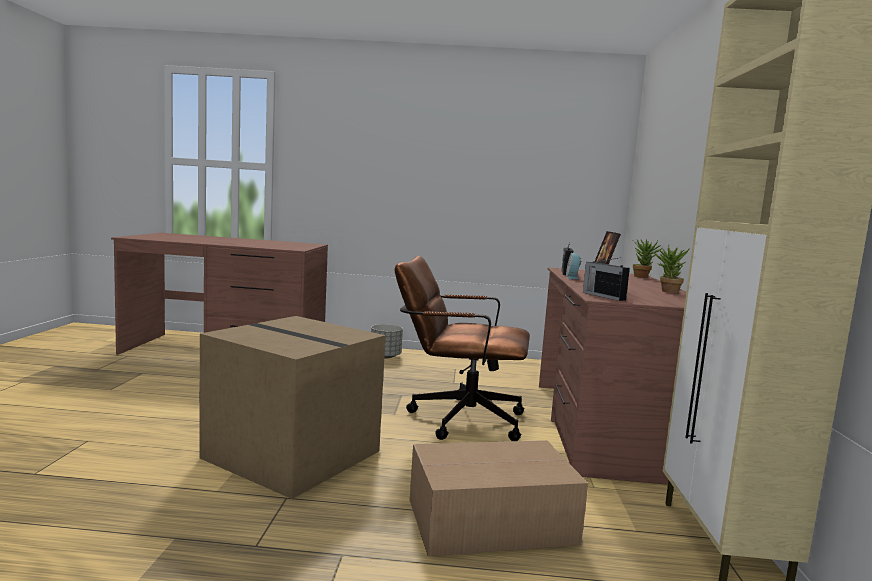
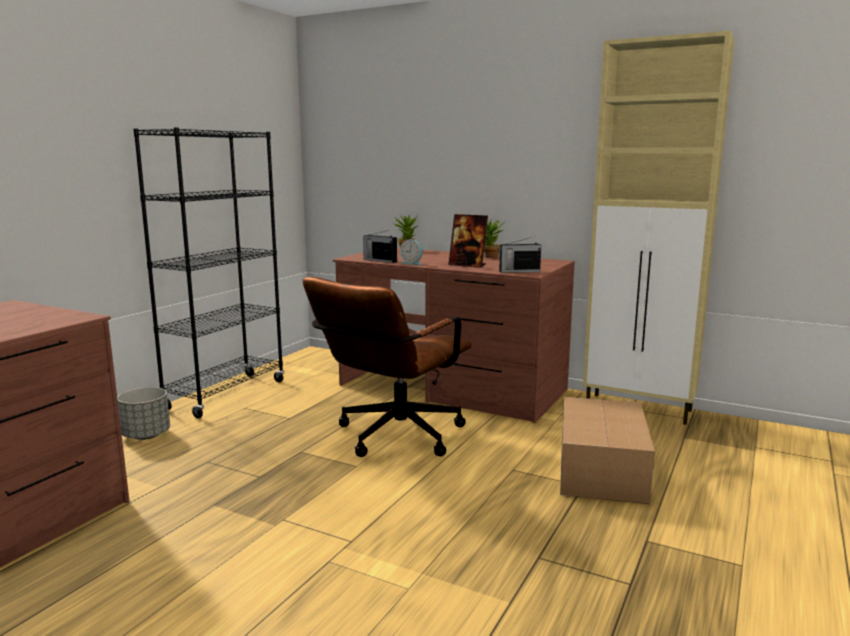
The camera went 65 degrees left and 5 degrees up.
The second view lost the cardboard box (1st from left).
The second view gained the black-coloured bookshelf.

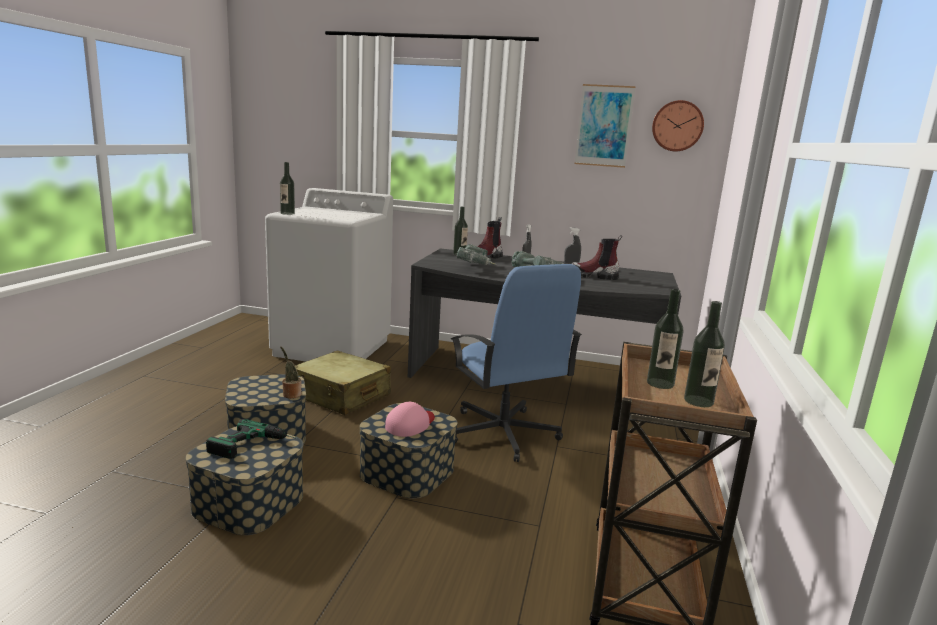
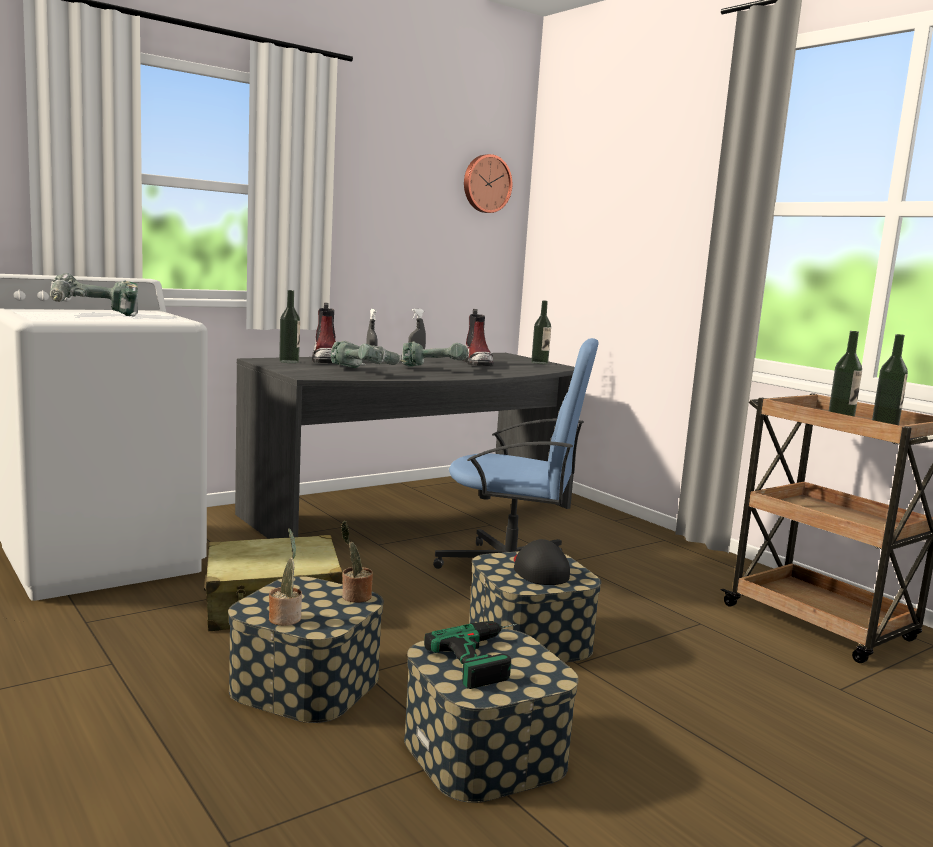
The camera went 50 degrees left and 5 degrees down.
The second view lost the wall picture.
The drink bottle (1st from left in the first image) ended up elsewhere.
The boot (2nd from left) ended up facing another way, 60 degrees counterclockwise from before.
What was the pink baseball cap turned into the black-coloured baseball cap.
The second view gained the drill (1st from left).
The second view gained the potted plant (1st from left).

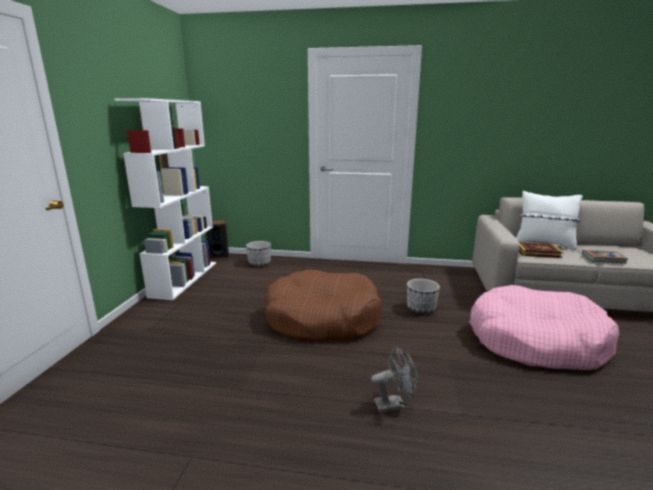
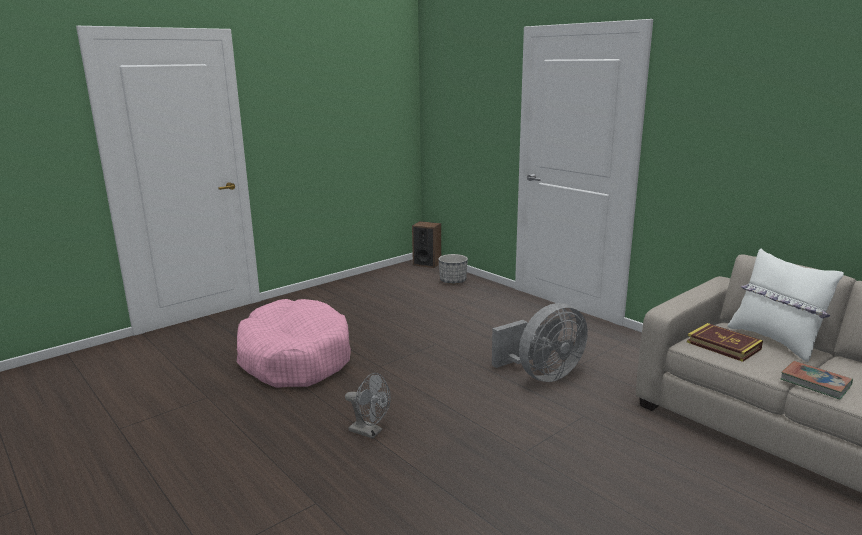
The camera went 40 degrees right and 0 degrees up.
The second view lost the whitish bookshelf.
The second view lost the brownish dog bed.
Where the flower pot (2nd from left) stood, the gray fan (2nd from left) came to stand.
The pink dog bed ended up elsewhere.

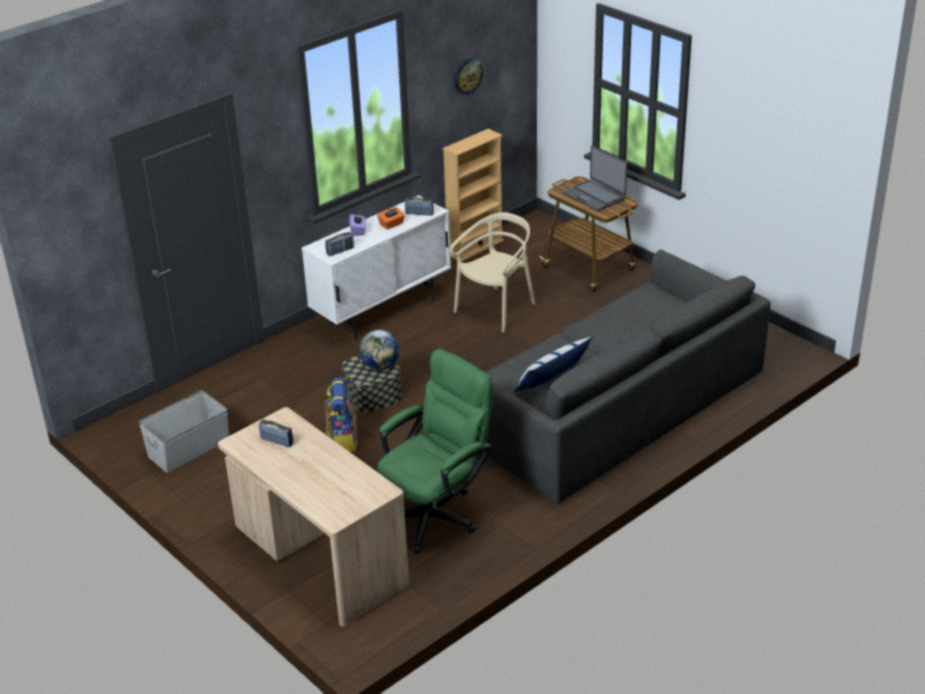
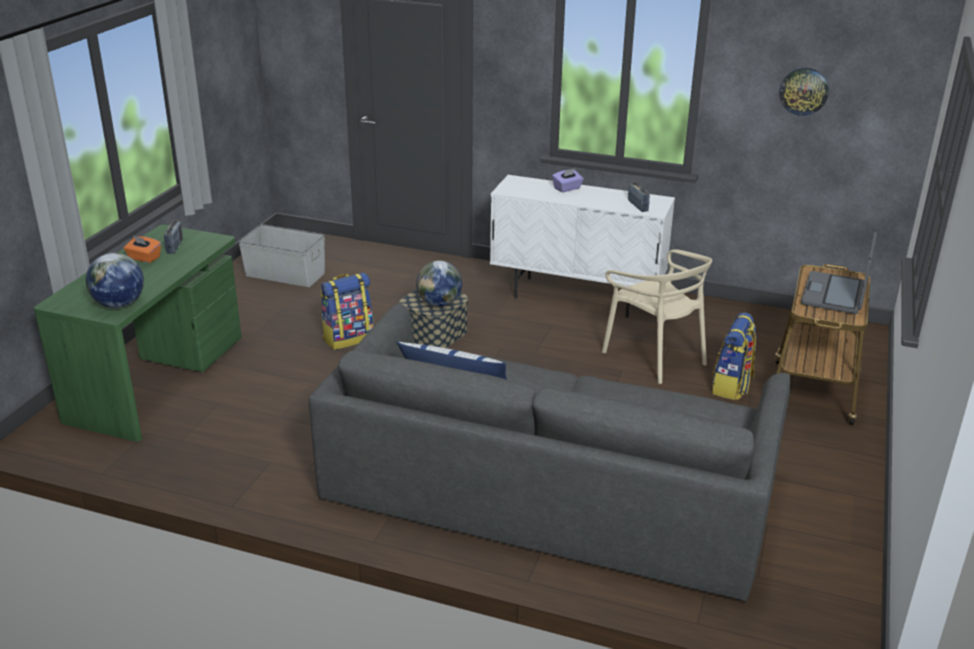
The camera went 60 degrees right and 5 degrees down.
The second view lost the beige-coloured bookshelf.
The orangey tissue box ended up elsewhere.
The beige-coloured chair ended up facing another way, 45 degrees clockwise from before.
The second view lost the radio (2nd from left).
The second view lost the green computer chair.
What was the beige-coloured desk turned into the green desk.
The second view gained the desk globe (1st from left).
The second view gained the backpack (2nd from left).

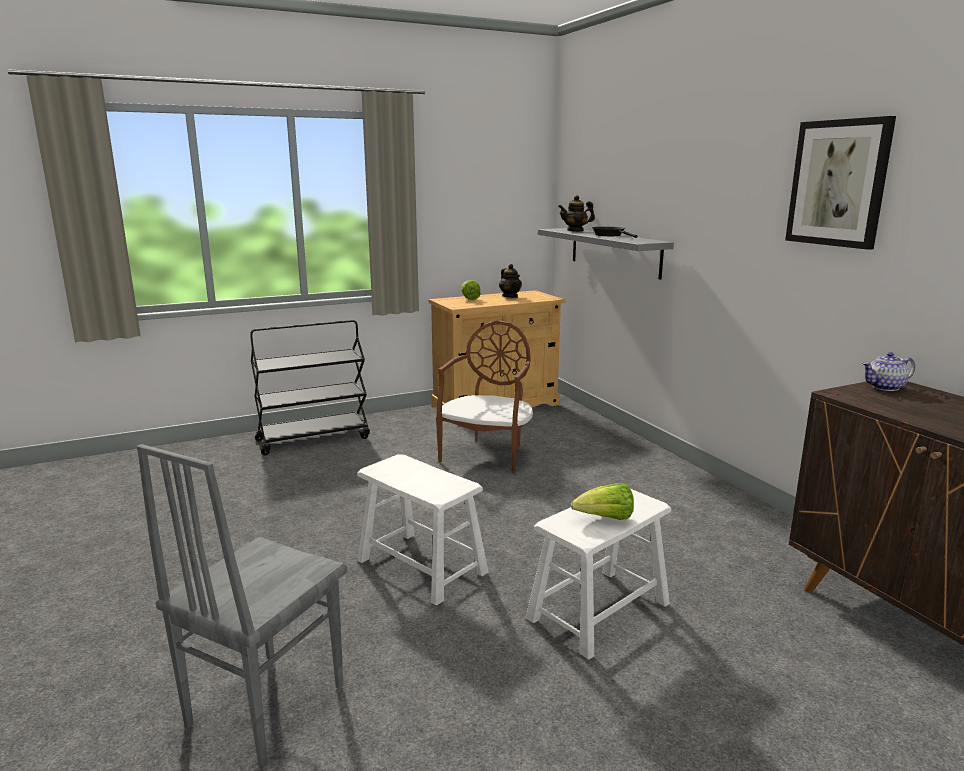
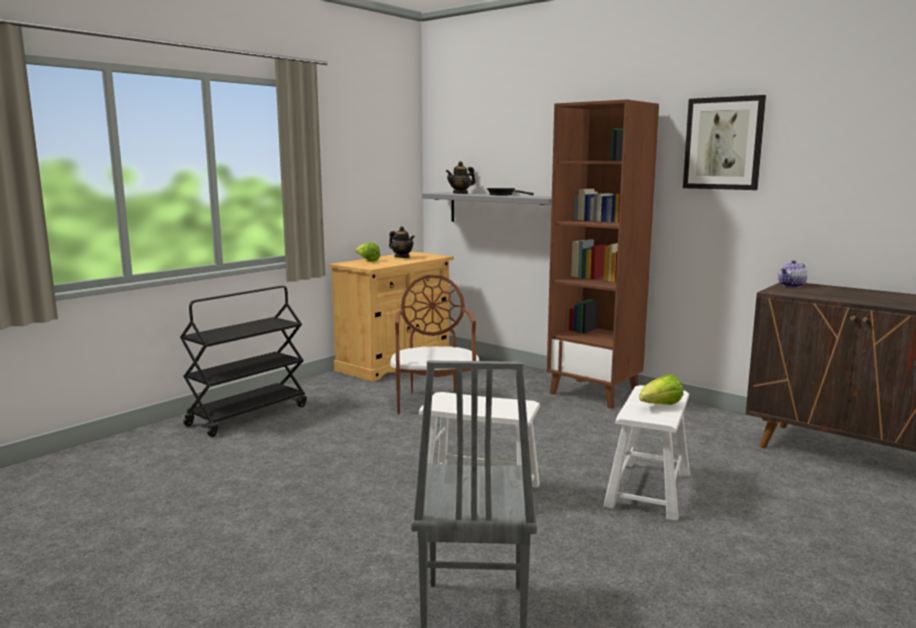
The camera went 25 degrees left and 5 degrees down.
The second view gained the brownish bookshelf.

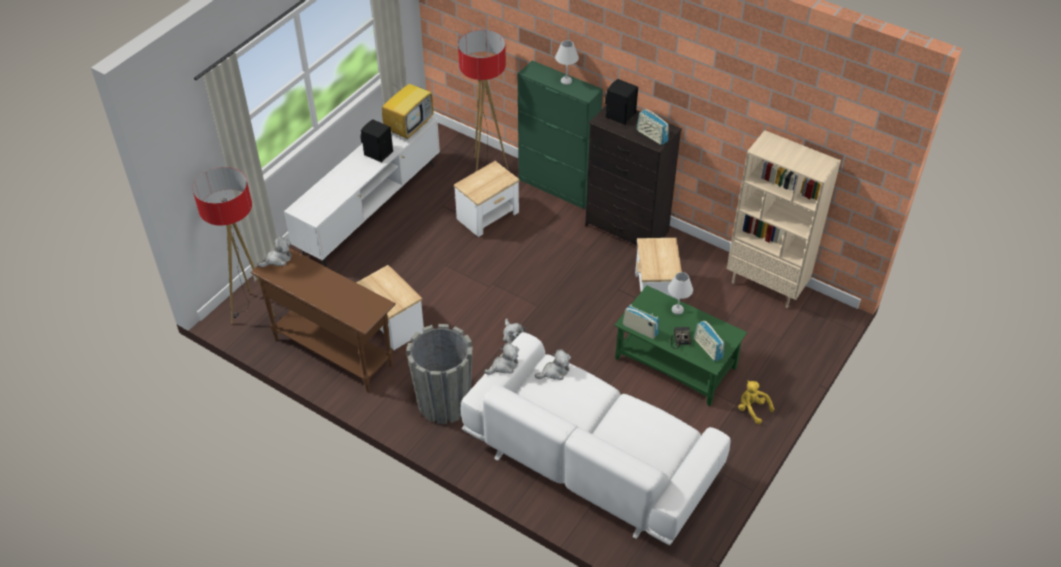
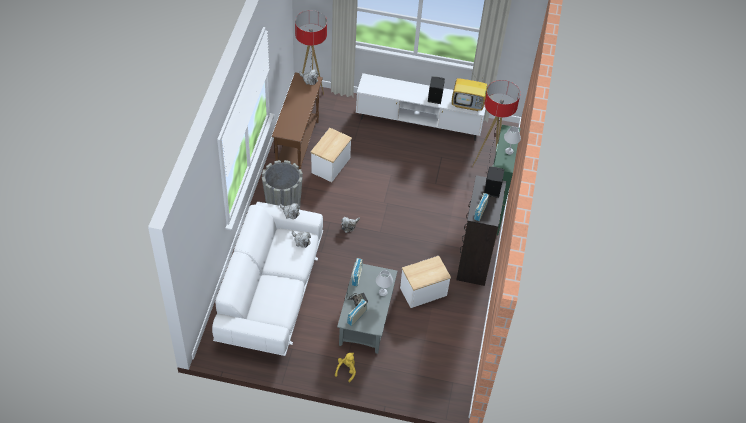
The camera went 65 degrees right and 5 degrees up.
The second view lost the beige-coloured bookshelf.
The second view lost the side table (2nd from left).
What was the green low table turned into the gray low table.

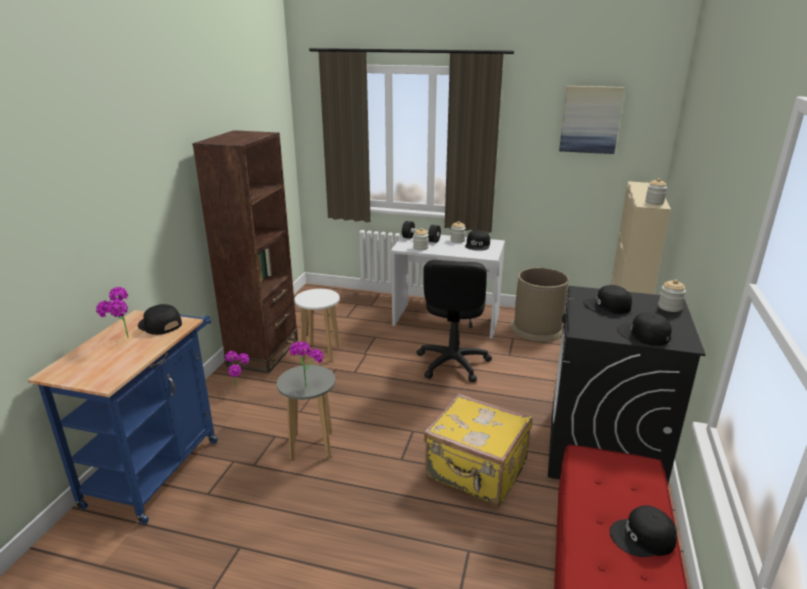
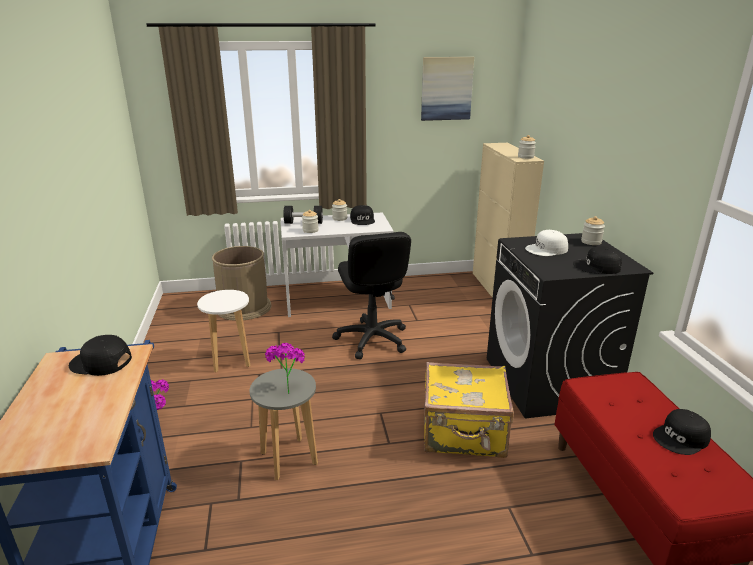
The camera went 25 degrees left and 0 degrees up.
The second view lost the brownish bookshelf.
The brownish waste bin ended up elsewhere.
What was the black-coloured baseball cap (3rd from left) turned into the whitish baseball cap.
The second view lost the potted plant (1st from left).

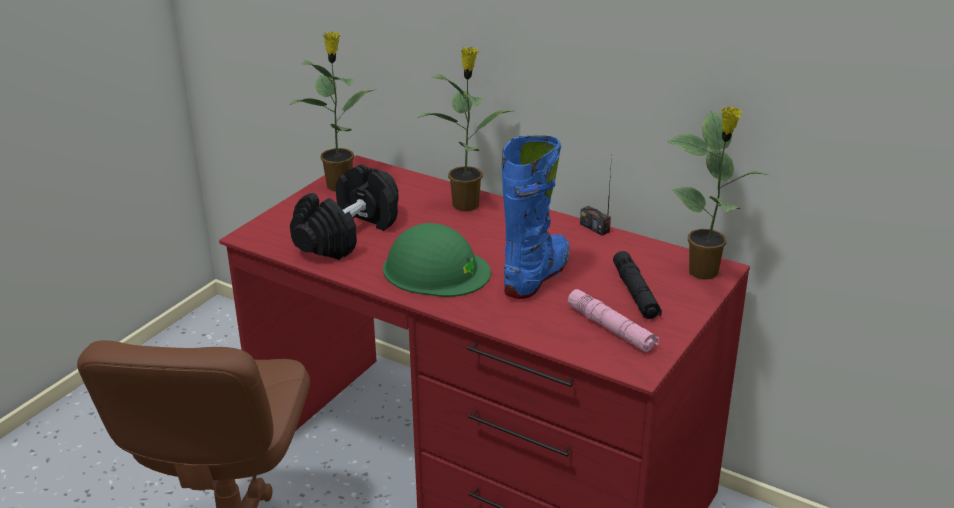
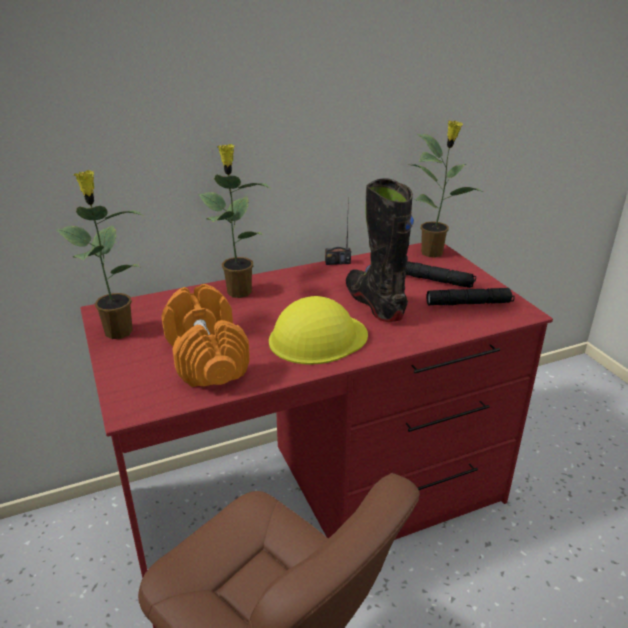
The camera went 55 degrees left and 0 degrees up.
What was the blue-coloured boot turned into the black-coloured boot.
What was the black-coloured dumbbell turned into the orangey dumbbell.
What was the green work helmet turned into the yellow-coloured work helmet.
What was the pink hand torch turned into the black-coloured hand torch (2nd from left).

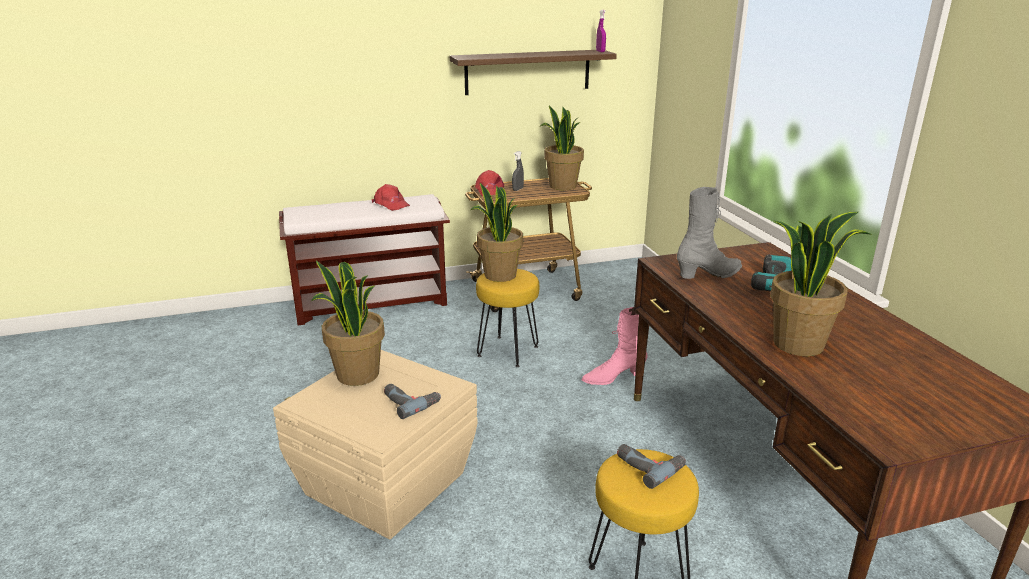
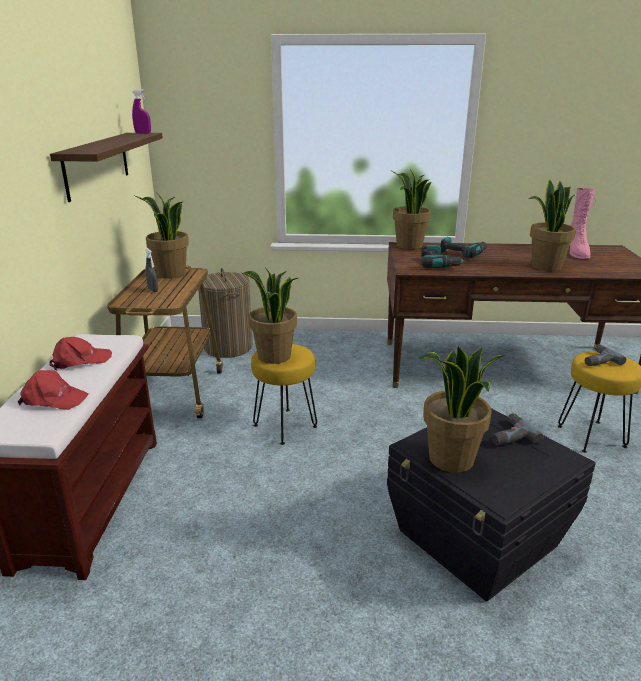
The camera went 70 degrees left and 0 degrees up.
The red baseball cap (2nd from left in the first image) ended up elsewhere.
Where the gray boot stood, the drill (1st from left) came to stand.
The pink boot ended up elsewhere.
What was the beige-coloured storage container turned into the black-coloured storage container.
The second view gained the potted plant (3rd from left).
The second view gained the hamper.

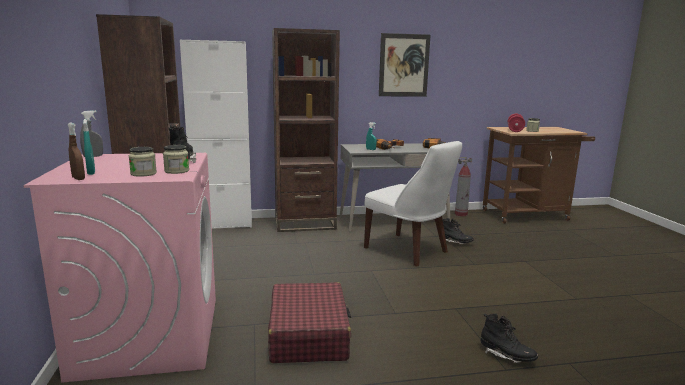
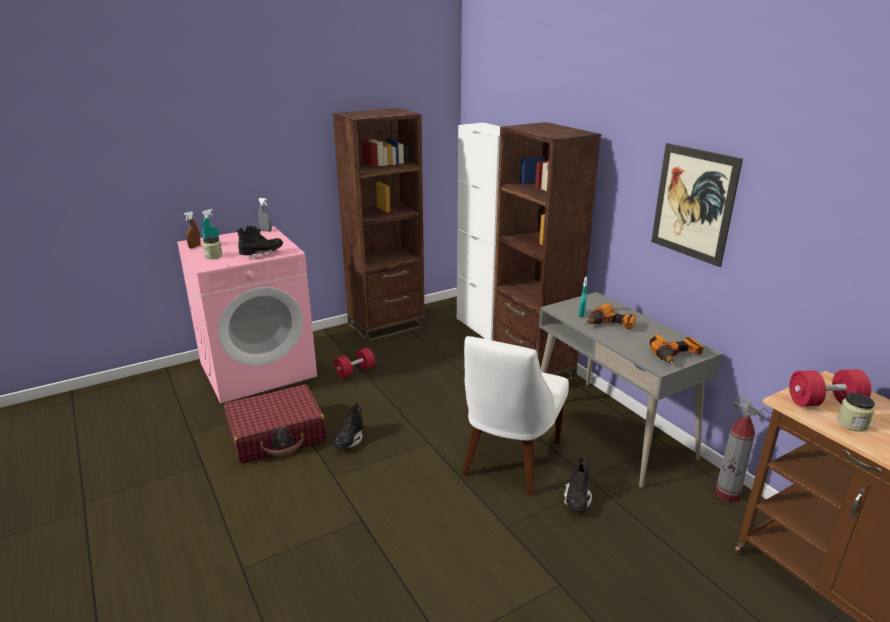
The camera went 70 degrees right and 10 degrees up.
The second view lost the storage jar (2nd from left).
The black-coloured boot (3rd from left in the first image) ended up elsewhere.
The second view gained the red dumbbell (1st from left).

